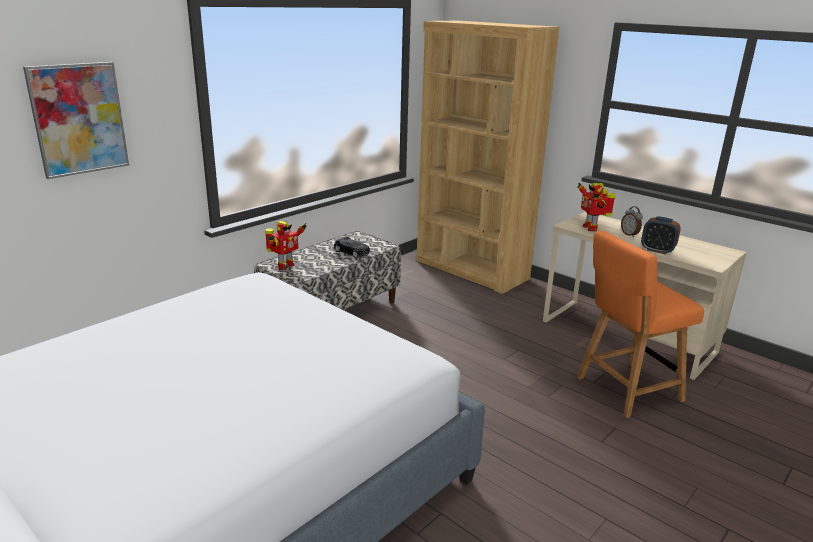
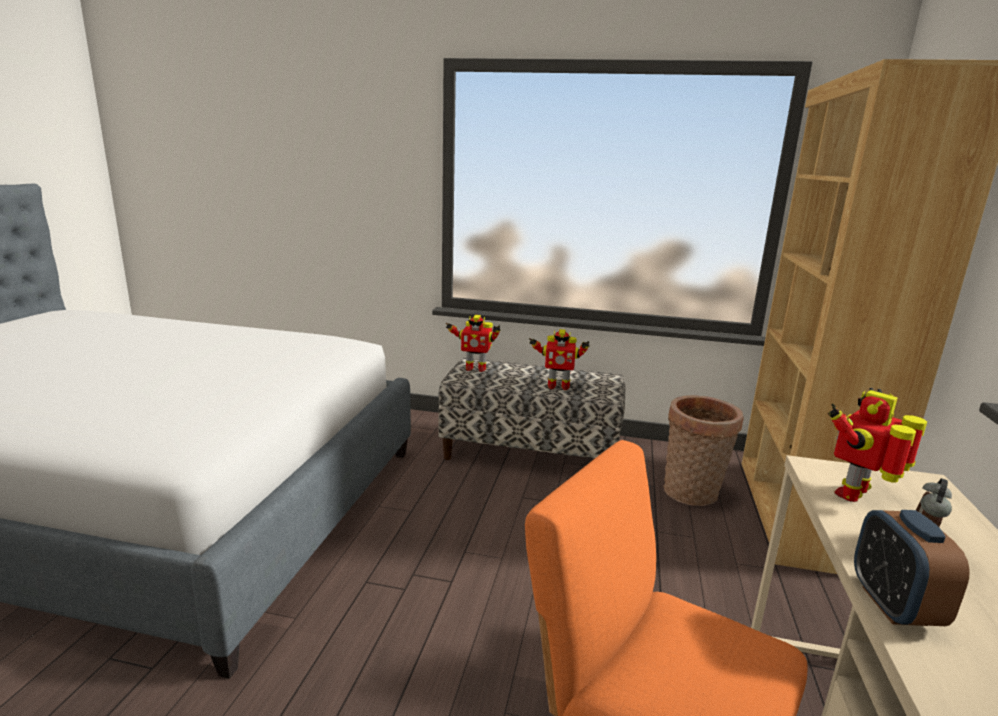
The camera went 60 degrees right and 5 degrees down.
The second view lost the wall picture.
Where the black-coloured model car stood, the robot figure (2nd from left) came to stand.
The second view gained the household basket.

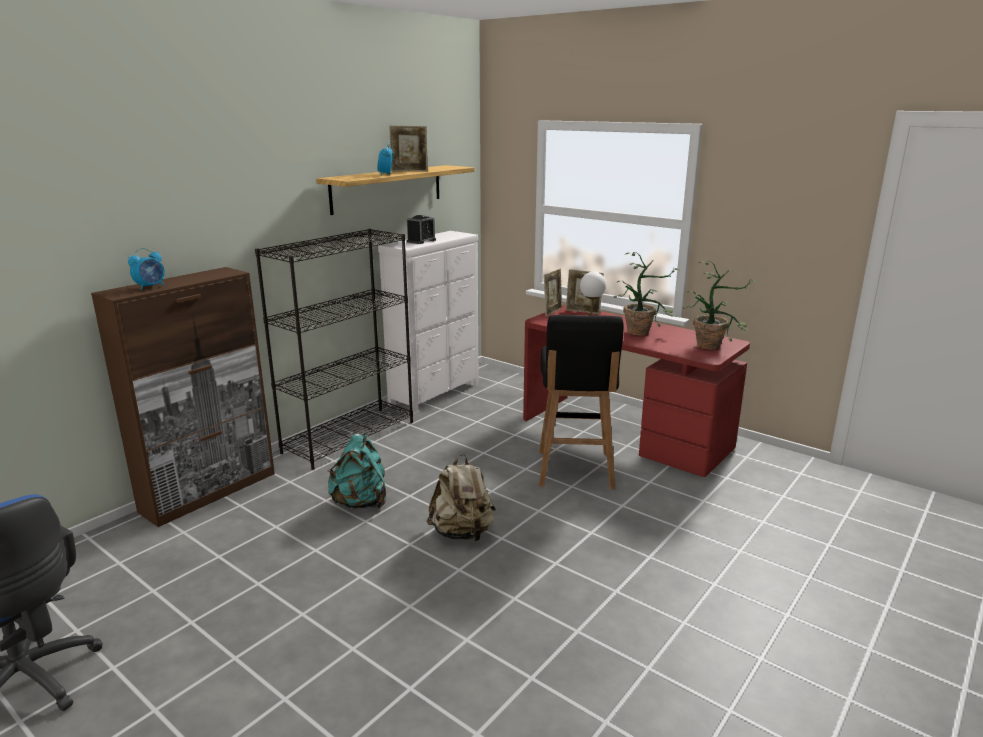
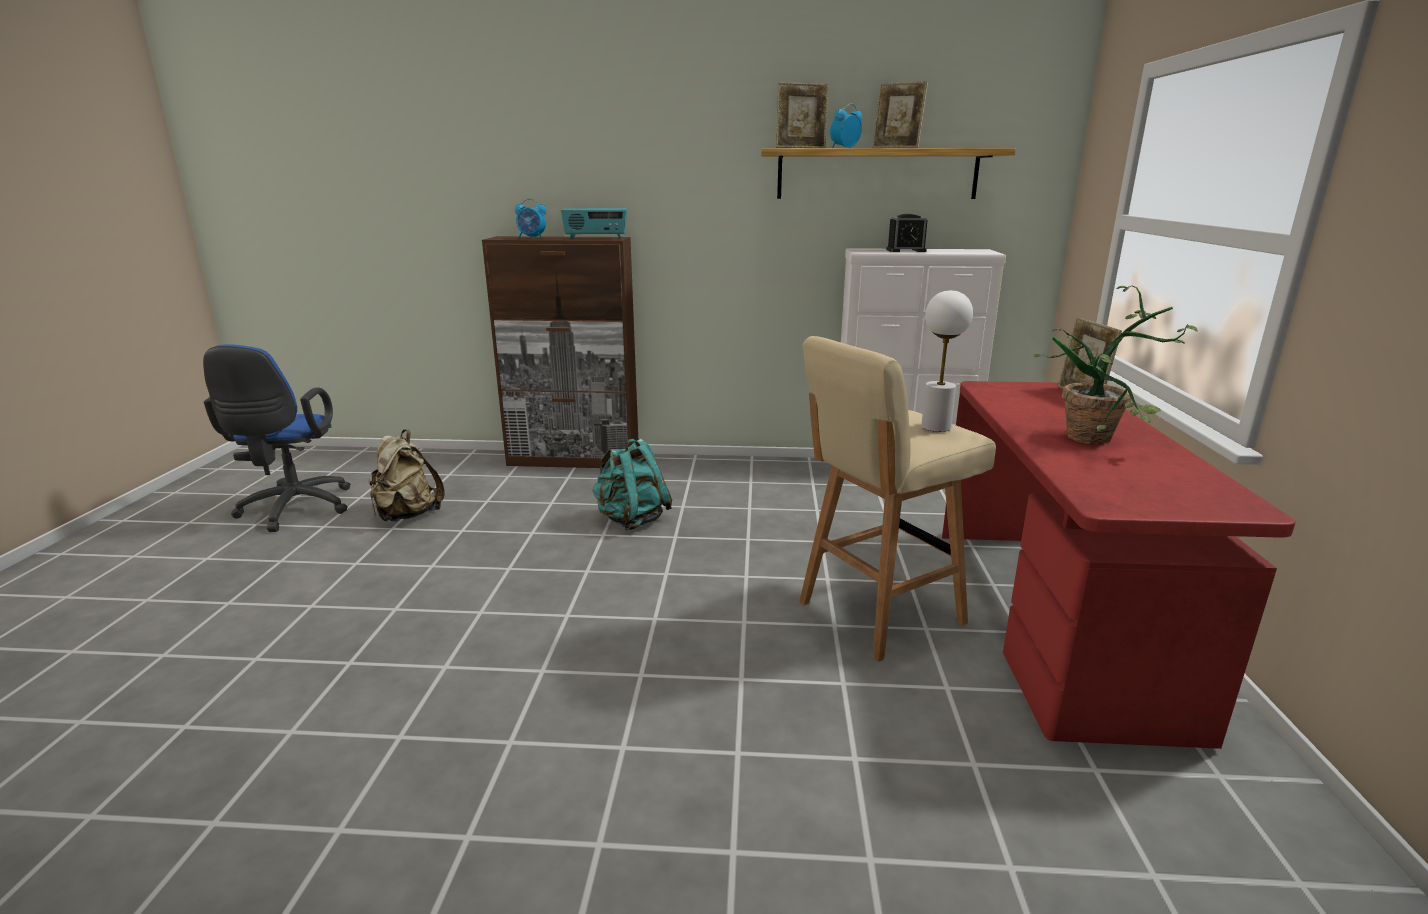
The camera went 55 degrees right and 0 degrees up.
The second view lost the black-coloured bookshelf.
The second view lost the potted plant (2nd from left).
The photo frame (2nd from left in the first image) ended up elsewhere.
What was the black-coloured stool turned into the beige-coloured stool.
The beige-coloured backpack ended up elsewhere.
The second view gained the radio.

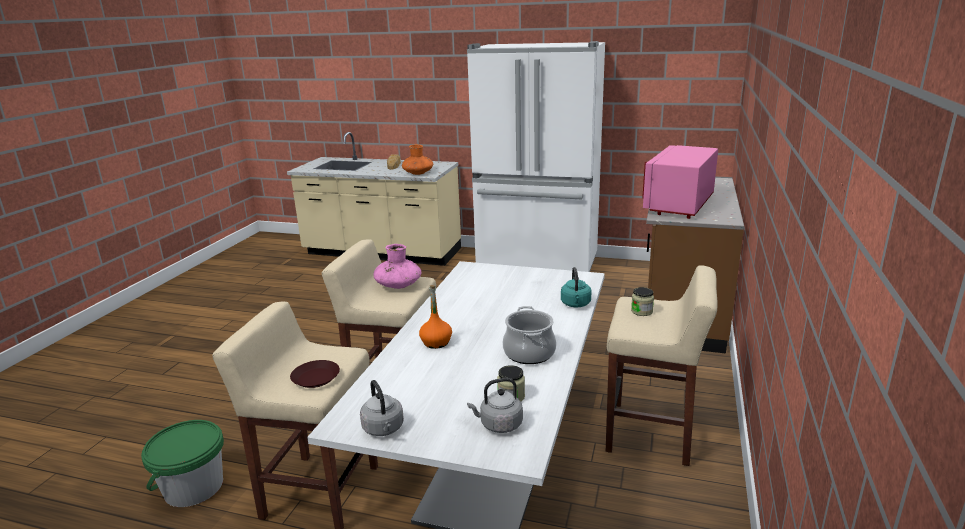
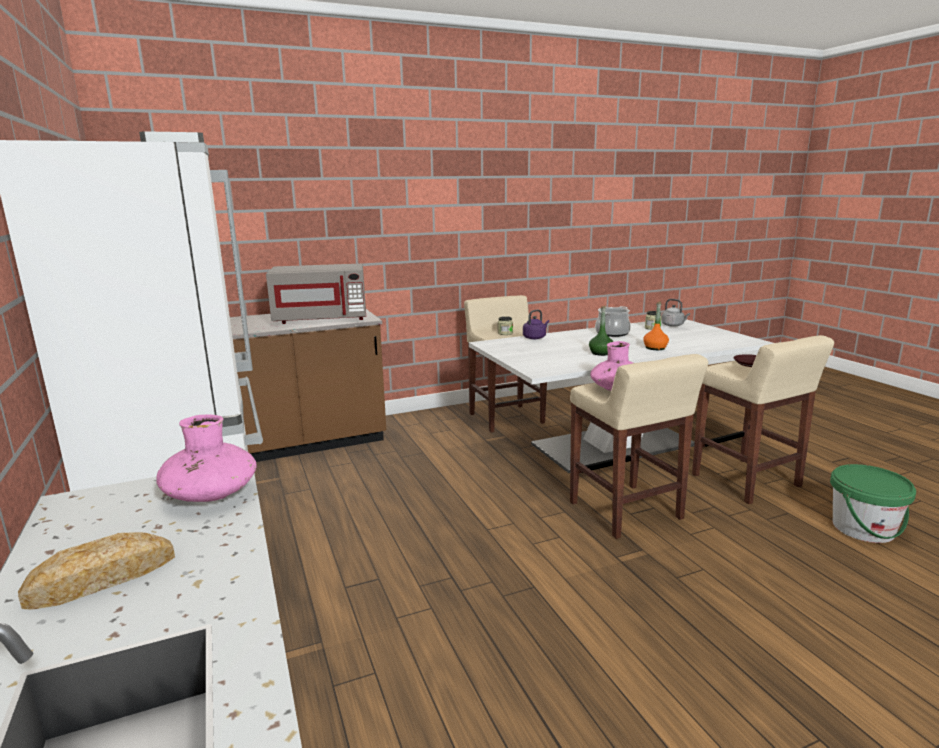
The camera went 130 degrees left and 5 degrees down.
What was the orangey flower vase turned into the pink flower vase (1st from left).
What was the pink kitchen microwave turned into the gray kitchen microwave.
What was the turquoise-coloured kettle turned into the purplish kettle.
The second view lost the gray kettle (1st from left).
The second view gained the green drink bottle.

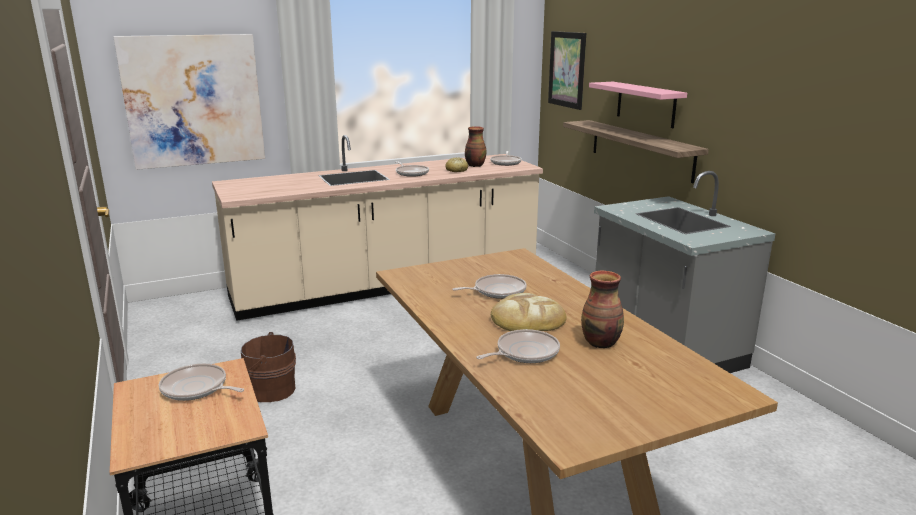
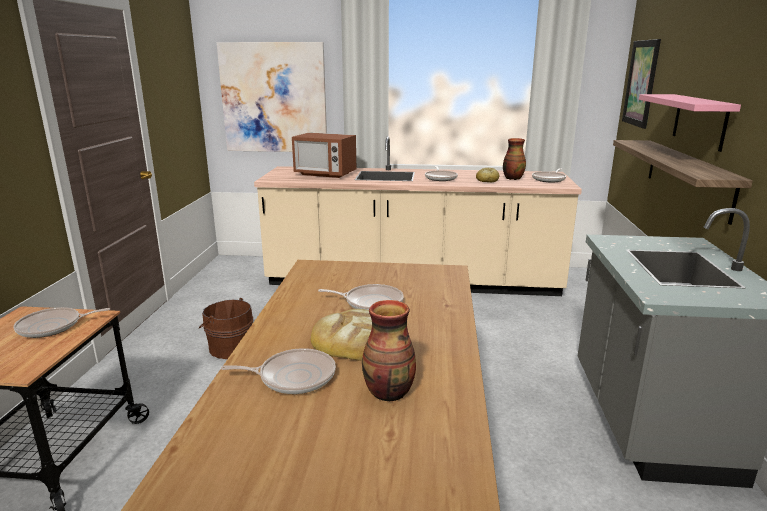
The camera went 30 degrees right and 0 degrees up.
The pan (1st from left) ended up facing another way, 75 degrees counterclockwise from before.
The second view gained the kitchen microwave.

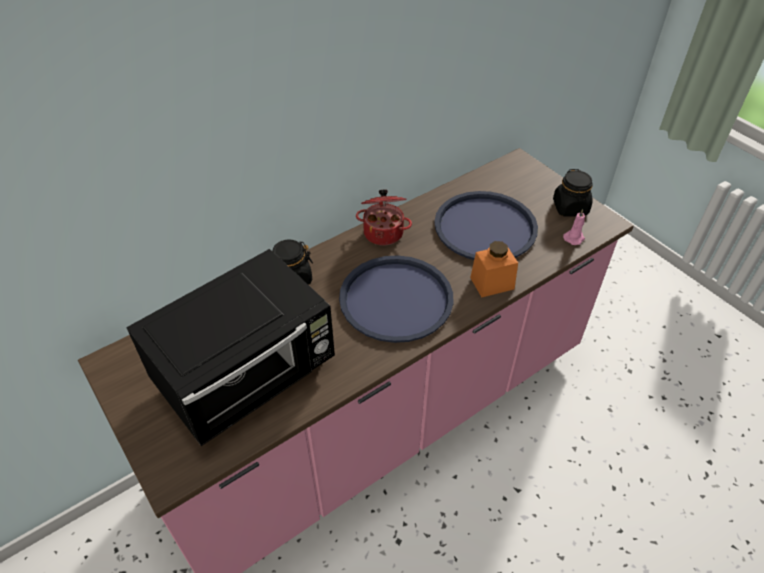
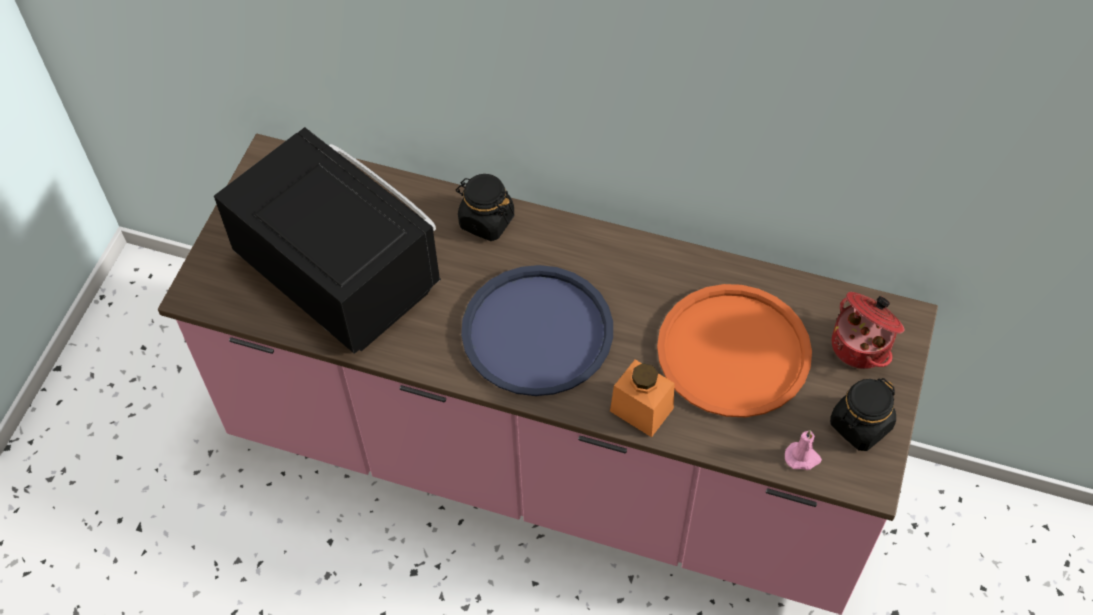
The camera went 55 degrees right and 10 degrees up.
The cooking pot ended up elsewhere.
What was the blue-coloured serving tray (2nd from left) turned into the orangey serving tray.
The black-coloured kitchen microwave ended up facing another way, 150 degrees counterclockwise from before.

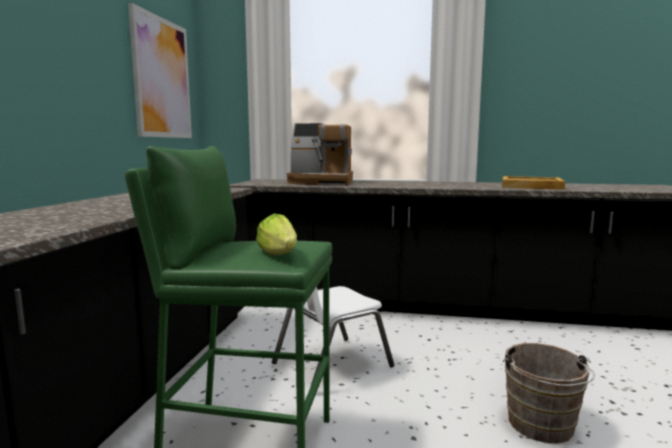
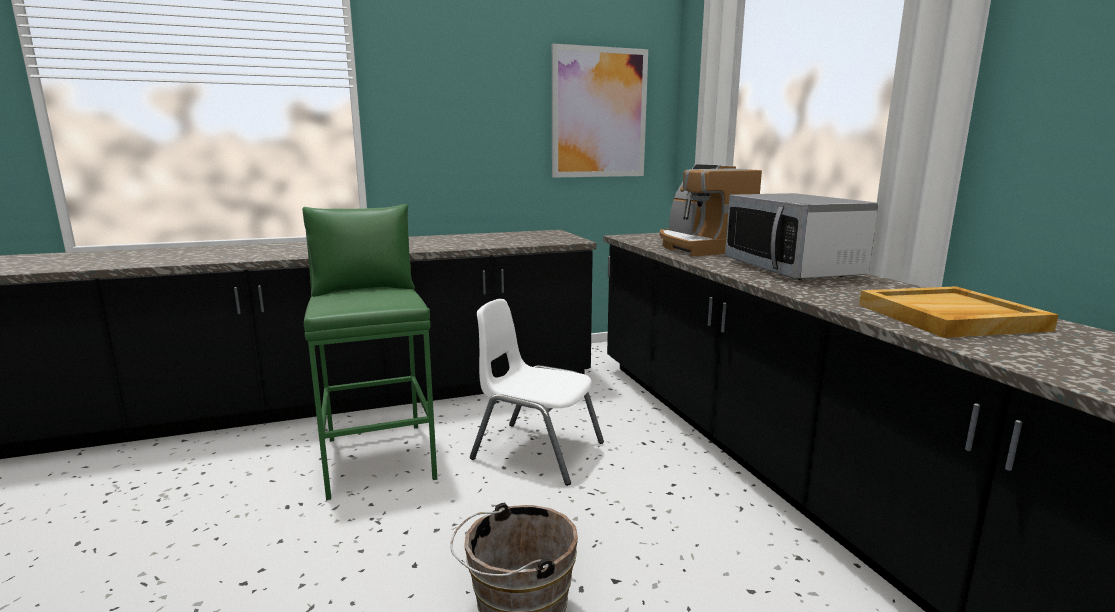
The camera went 60 degrees right and 5 degrees up.
The second view lost the head of lettuce.
The second view gained the kitchen microwave.

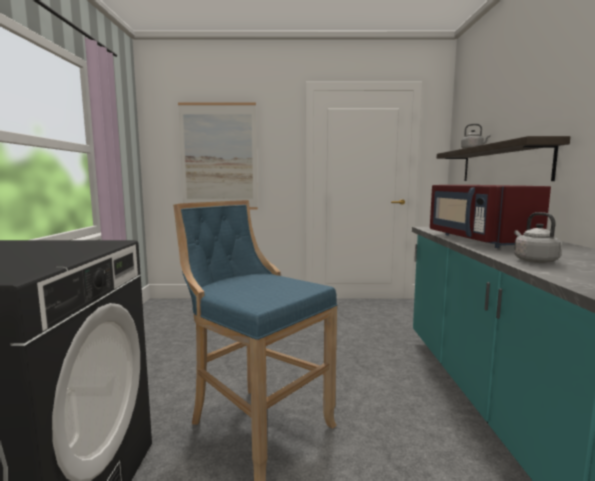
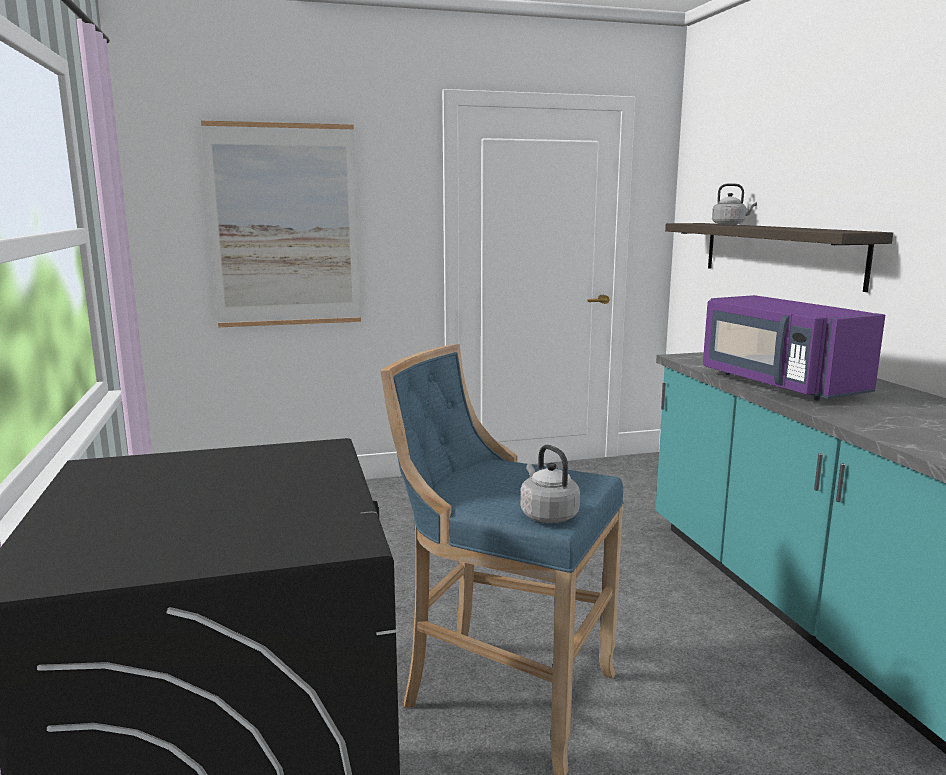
The camera went 15 degrees left and 5 degrees up.
What was the red kitchen microwave turned into the purplish kitchen microwave.
The gray kettle (2nd from left in the first image) ended up elsewhere.

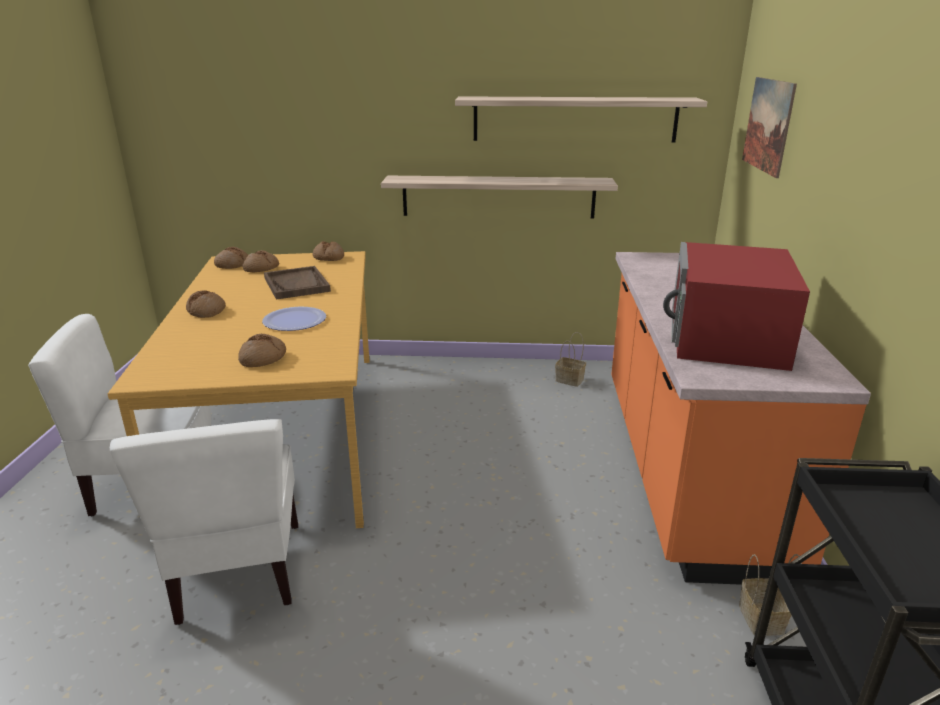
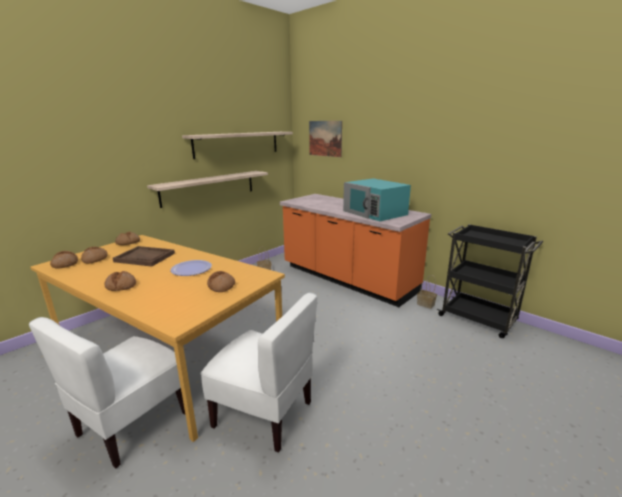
The camera went 50 degrees left and 5 degrees down.
What was the red kitchen microwave turned into the turquoise-coloured kitchen microwave.

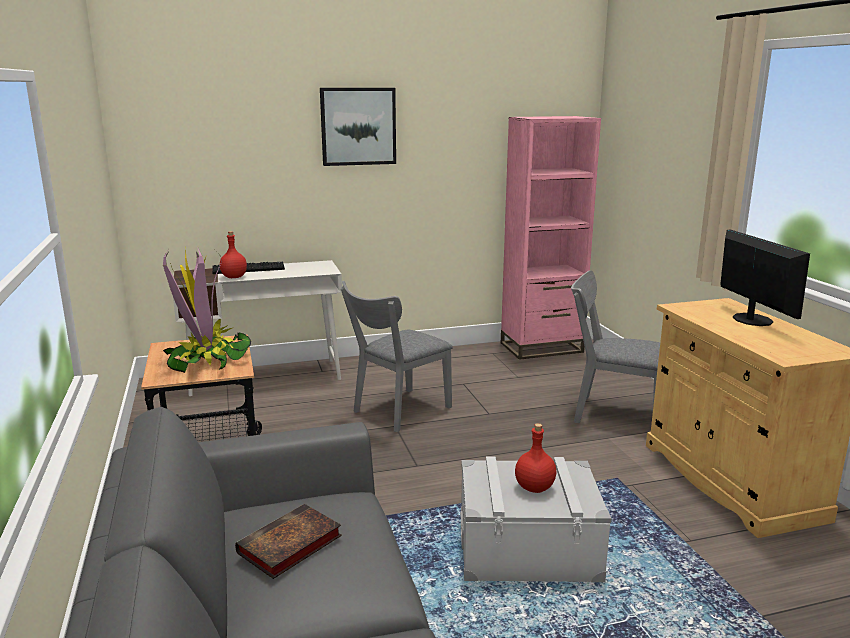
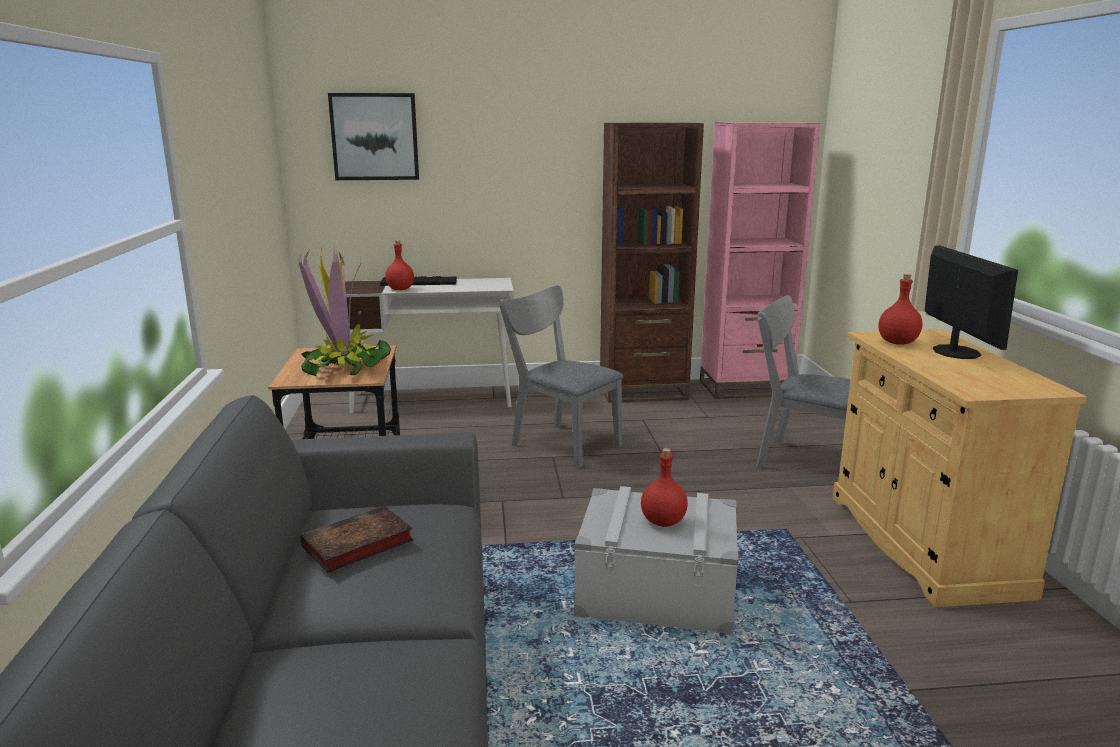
The camera went 10 degrees right and 0 degrees up.
The wall picture ended up elsewhere.
The gray chair (1st from left) ended up facing another way, 75 degrees clockwise from before.
The second view gained the brownish bookshelf.
The second view gained the red drink bottle (3rd from left).

